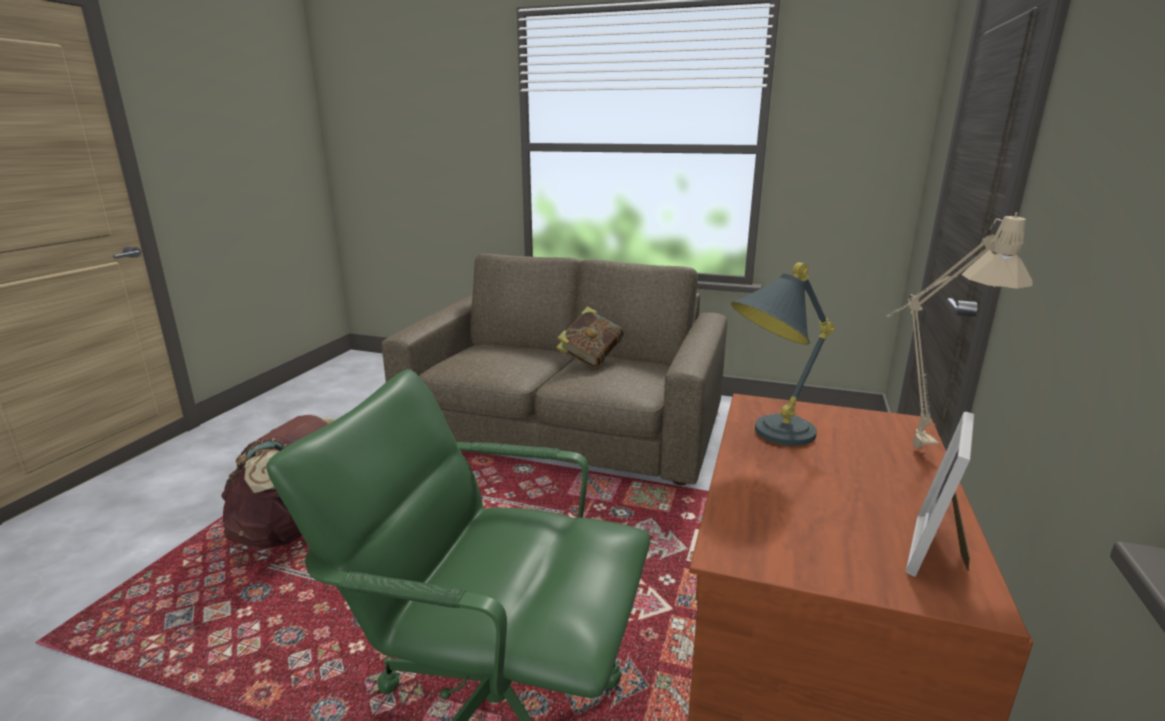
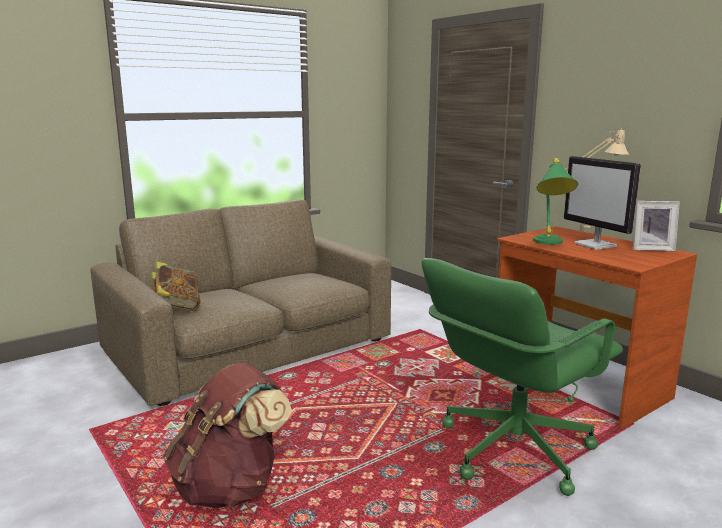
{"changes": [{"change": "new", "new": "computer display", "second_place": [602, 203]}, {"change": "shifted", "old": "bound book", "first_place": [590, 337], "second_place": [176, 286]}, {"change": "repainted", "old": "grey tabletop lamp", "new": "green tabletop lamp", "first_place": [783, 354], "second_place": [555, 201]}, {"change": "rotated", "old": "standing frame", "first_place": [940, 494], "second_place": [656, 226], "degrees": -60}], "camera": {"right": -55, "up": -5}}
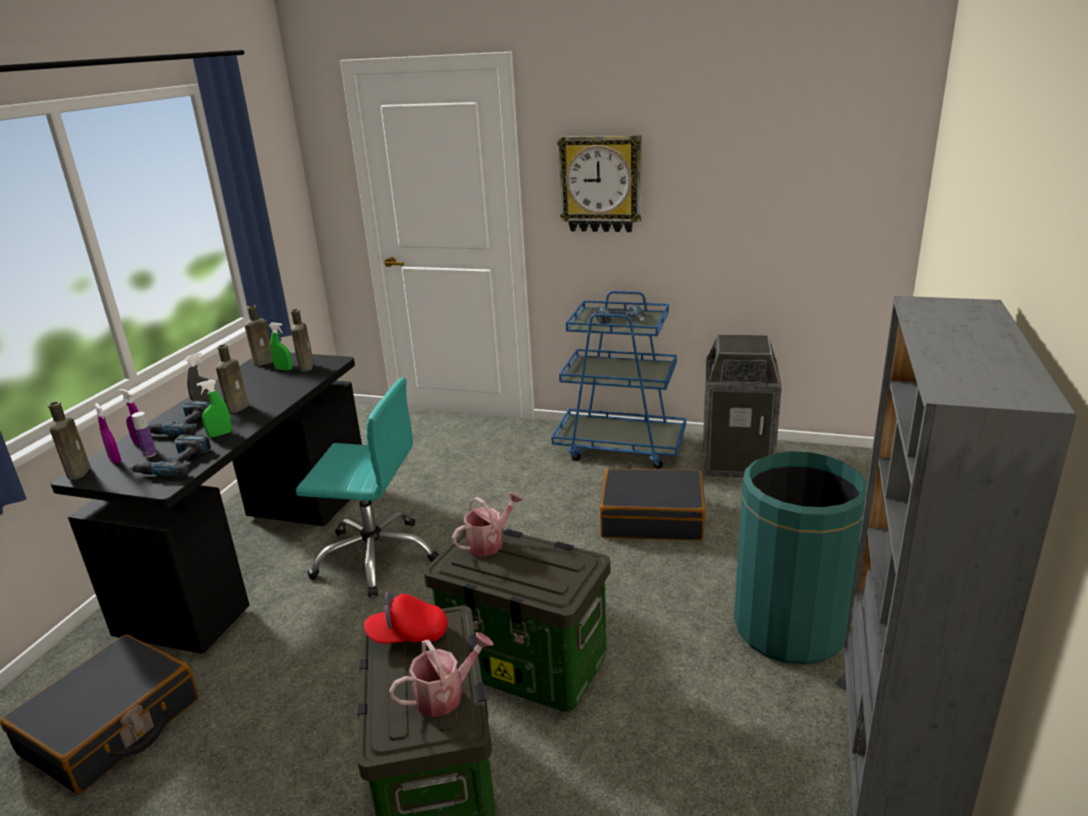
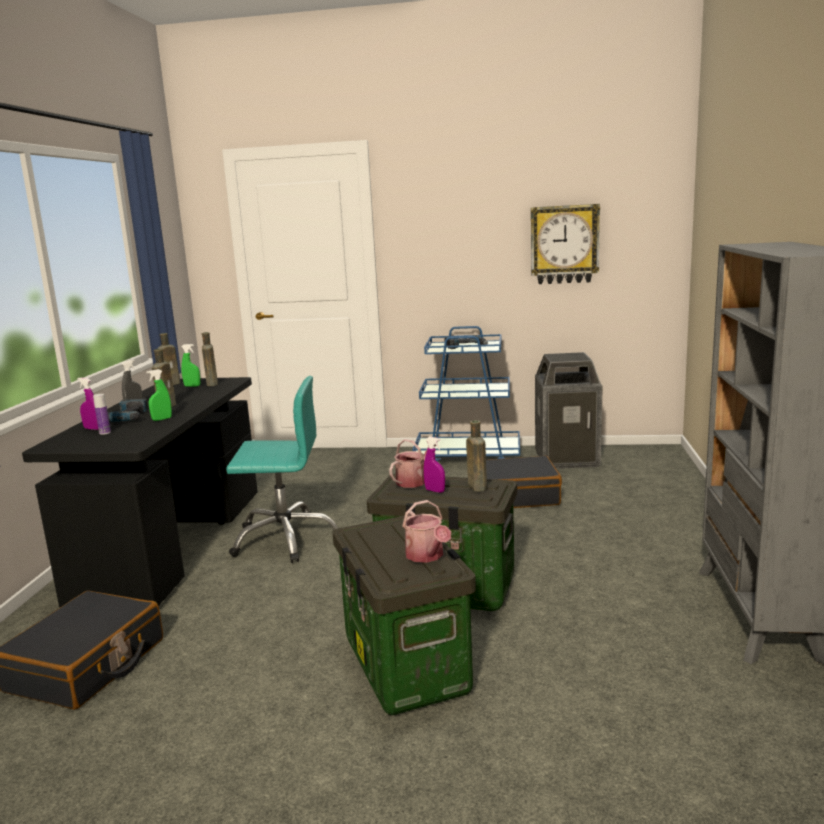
{"changes": [{"change": "gone", "old": "drill", "first_place": [170, 455]}, {"change": "gone", "old": "reddish baseball cap", "first_place": [405, 618]}, {"change": "gone", "old": "green trash can", "first_place": [800, 558]}, {"change": "shifted", "old": "brown-coloured drink bottle", "first_place": [69, 440], "second_place": [476, 456]}, {"change": "shifted", "old": "purple hand sprayer", "first_place": [107, 433], "second_place": [434, 465]}, {"change": "shifted", "old": "clock on the wall", "first_place": [599, 183], "second_place": [565, 244]}, {"change": "rotated", "old": "watering can", "first_place": [441, 674], "second_place": [426, 531], "degrees": 105}], "camera": {"right": -10, "up": -10}}
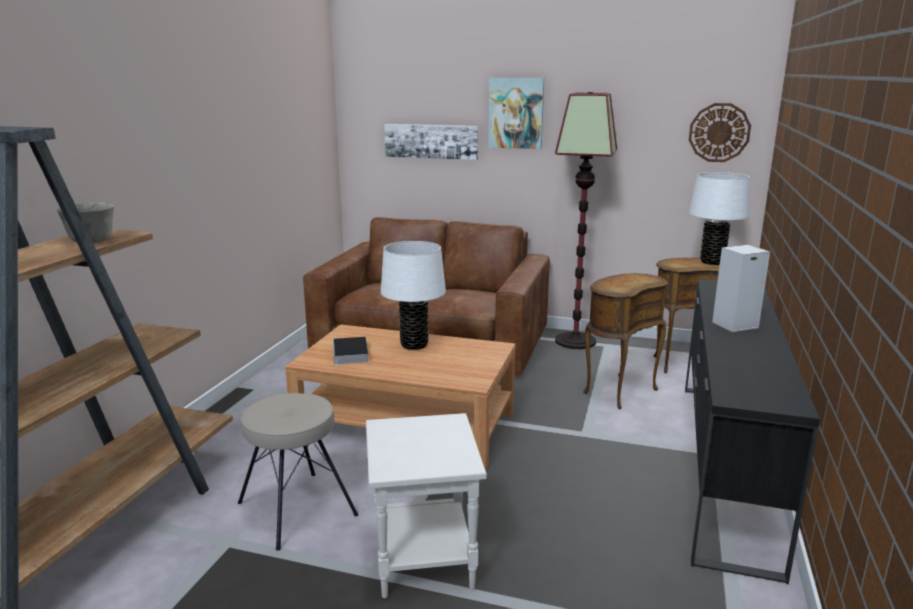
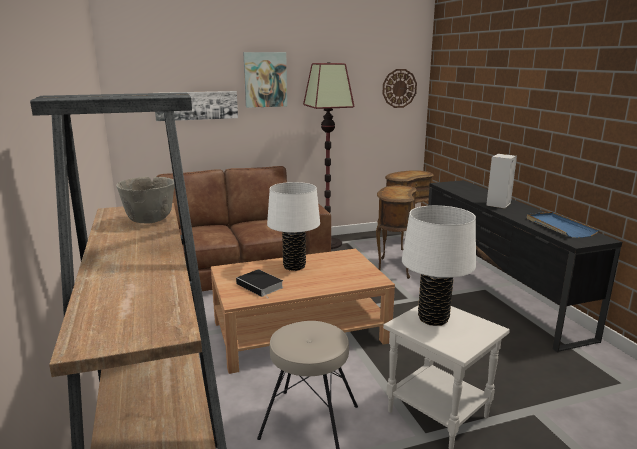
{"changes": [{"change": "new", "new": "bluish serving tray", "second_place": [563, 225]}, {"change": "shifted", "old": "whitish tabletop lamp", "first_place": [719, 218], "second_place": [439, 265]}], "camera": {"right": -35, "up": 0}}
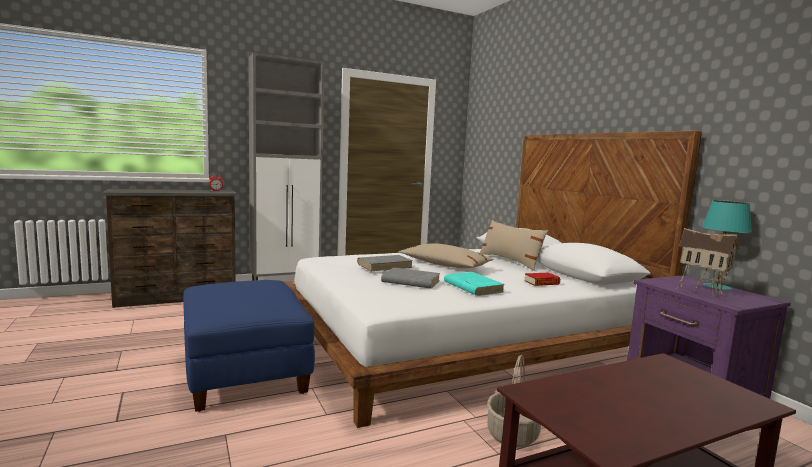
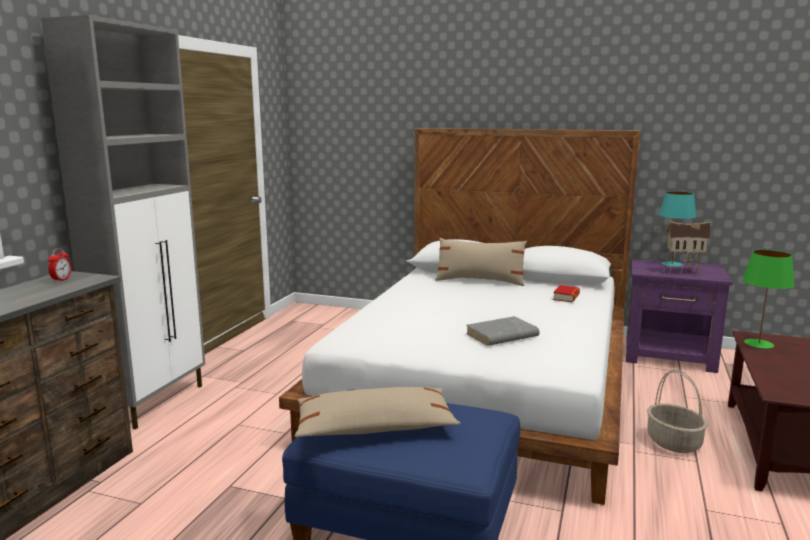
{"changes": [{"change": "gone", "old": "grey bound book", "first_place": [385, 263]}, {"change": "gone", "old": "turquoise bound book", "first_place": [474, 284]}, {"change": "new", "new": "green tabletop lamp", "second_place": [768, 299]}, {"change": "shifted", "old": "sand-coloured cushion", "first_place": [446, 255], "second_place": [378, 412]}], "camera": {"right": -45, "up": 5}}
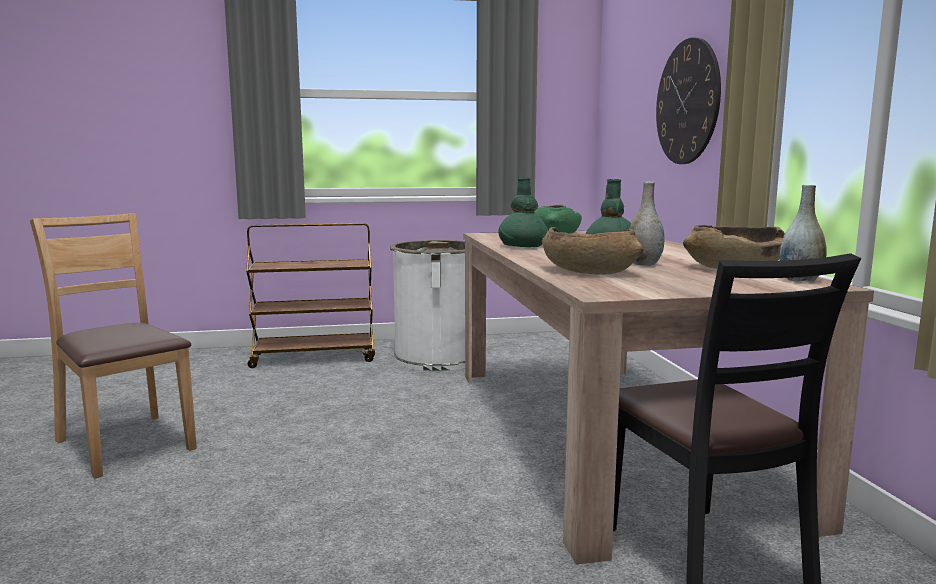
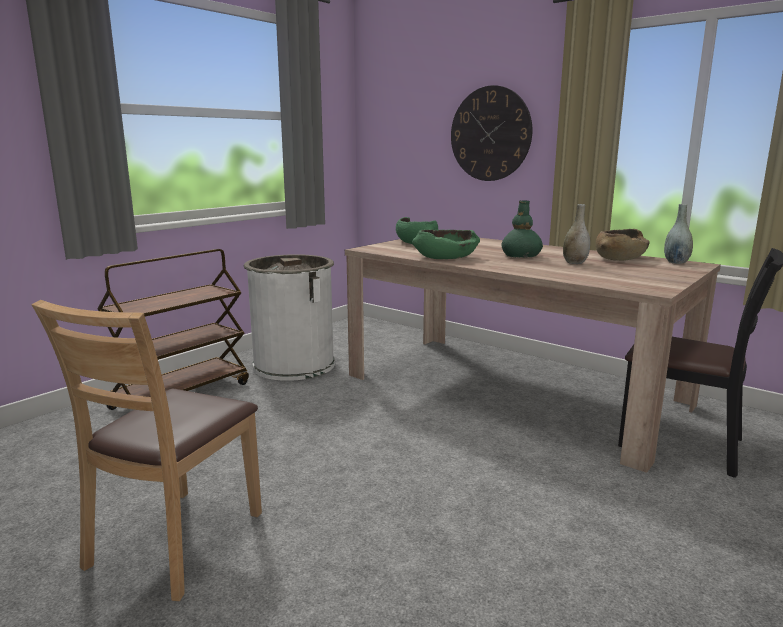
{"changes": [{"change": "gone", "old": "brown-coloured serving bowl", "first_place": [593, 251]}, {"change": "swapped", "old": "green vase", "new": "green serving bowl", "first_place": [523, 212], "second_place": [446, 244]}, {"change": "rotated", "old": "brown-coloured upright chair", "first_place": [113, 345], "second_place": [147, 450], "degrees": -75}], "camera": {"right": -40, "up": 5}}
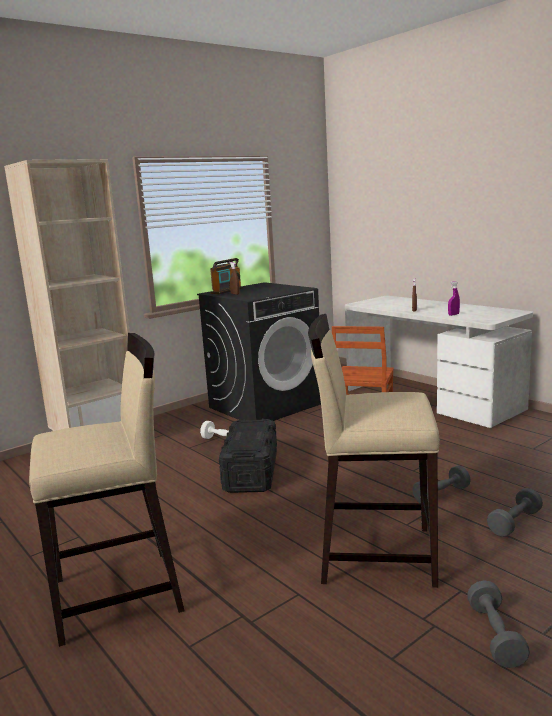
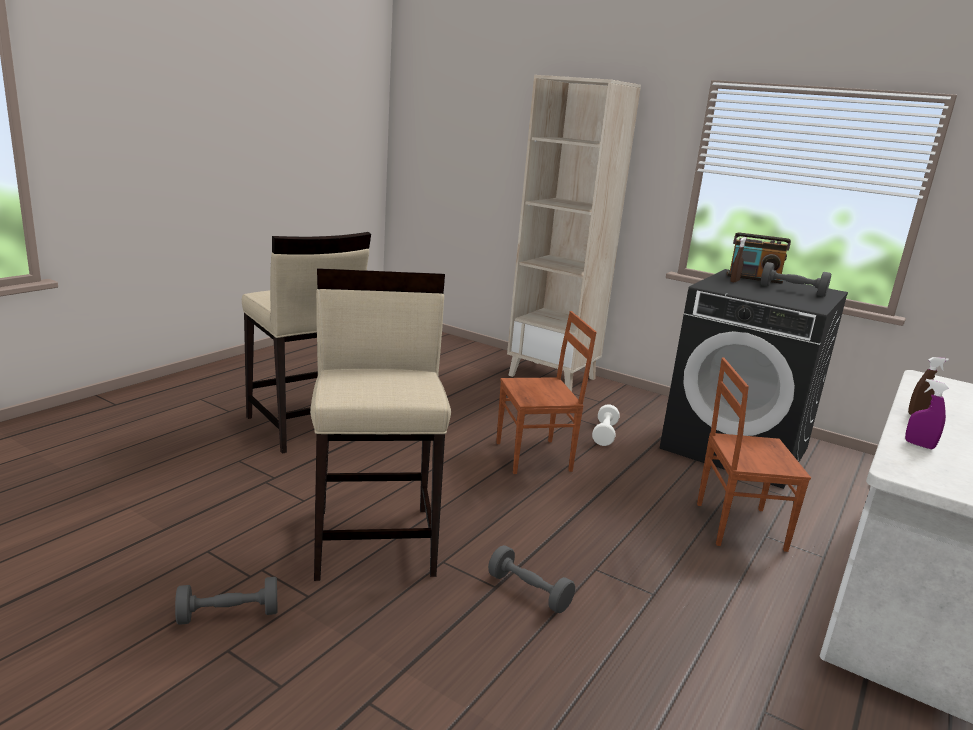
{"changes": [{"change": "shifted", "old": "grey hand weight", "first_place": [515, 512], "second_place": [796, 279]}, {"change": "swapped", "old": "black storage bin", "new": "brown-coloured upright chair", "first_place": [248, 455], "second_place": [546, 392]}], "camera": {"right": 70, "up": 5}}
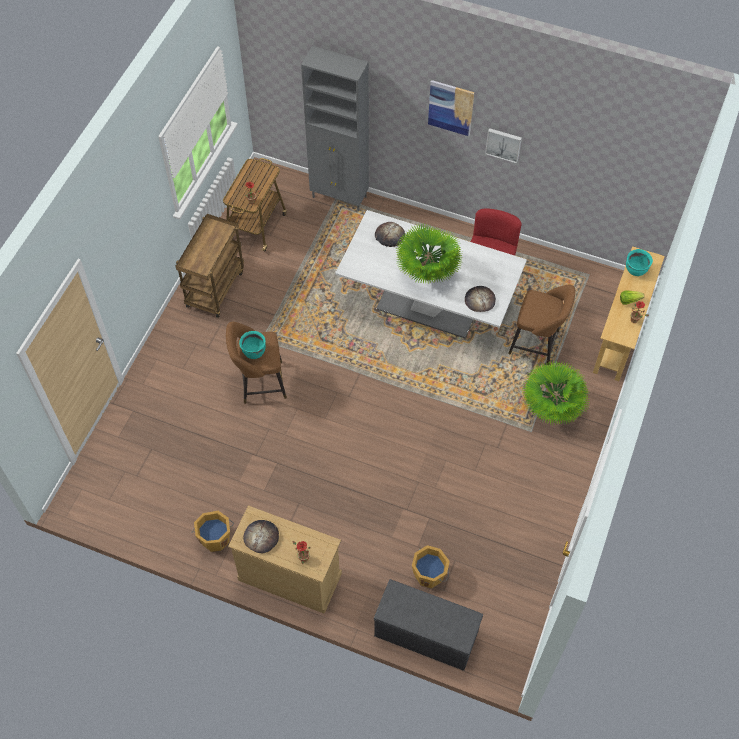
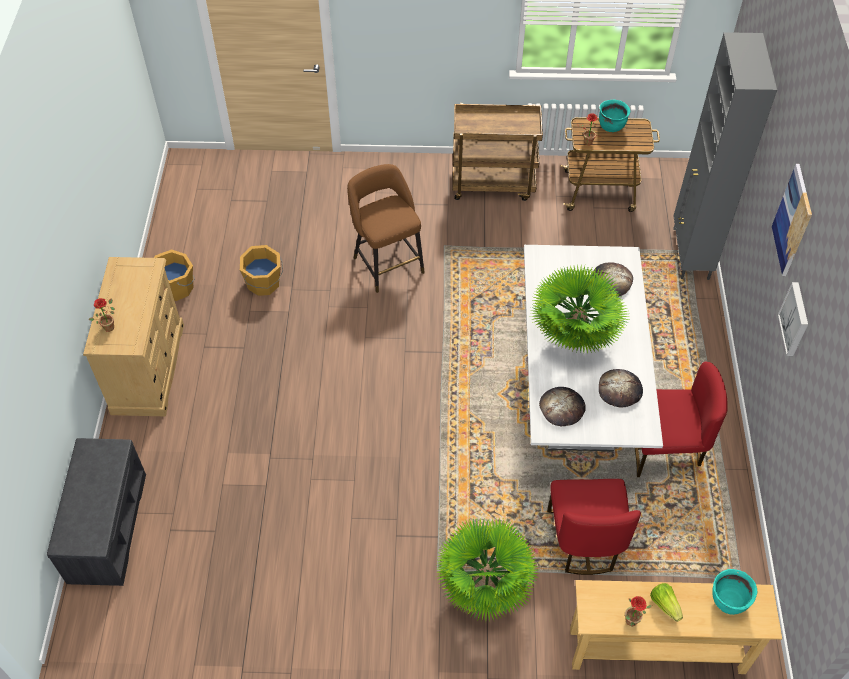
{"changes": [{"change": "shifted", "old": "turquoise stockpot", "first_place": [252, 345], "second_place": [614, 116]}, {"change": "shifted", "old": "baked bread", "first_place": [261, 536], "second_place": [621, 388]}, {"change": "shifted", "old": "orange water bucket", "first_place": [431, 566], "second_place": [261, 270]}, {"change": "swapped", "old": "brown-coloured stool seat", "new": "reddish upright chair", "first_place": [541, 325], "second_place": [594, 527]}], "camera": {"right": 70, "up": -5}}
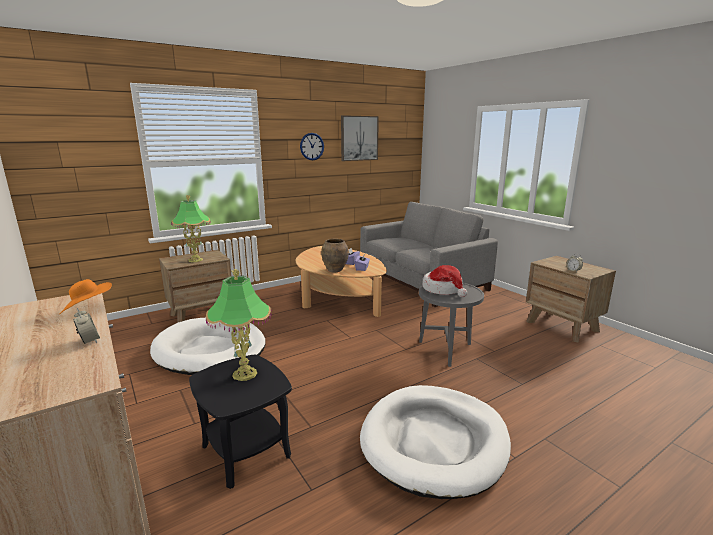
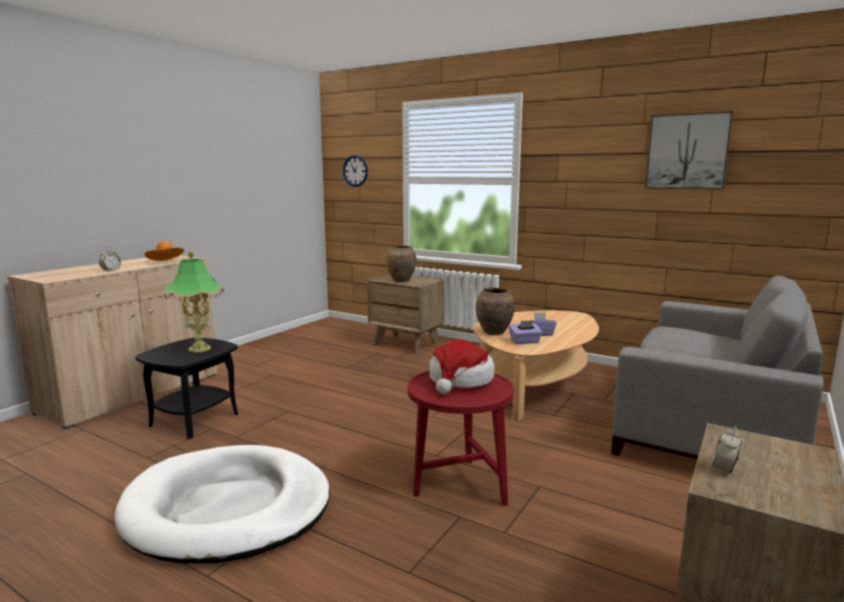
{"changes": [{"change": "gone", "old": "whitish dog cushion", "first_place": [208, 346]}, {"change": "shifted", "old": "clock on the wall", "first_place": [312, 146], "second_place": [355, 171]}, {"change": "swapped", "old": "tabletop lamp", "new": "brown-coloured vase", "first_place": [191, 228], "second_place": [401, 264]}, {"change": "repainted", "old": "grey side table", "new": "reddish side table", "first_place": [451, 325], "second_place": [460, 438]}], "camera": {"right": 65, "up": -5}}
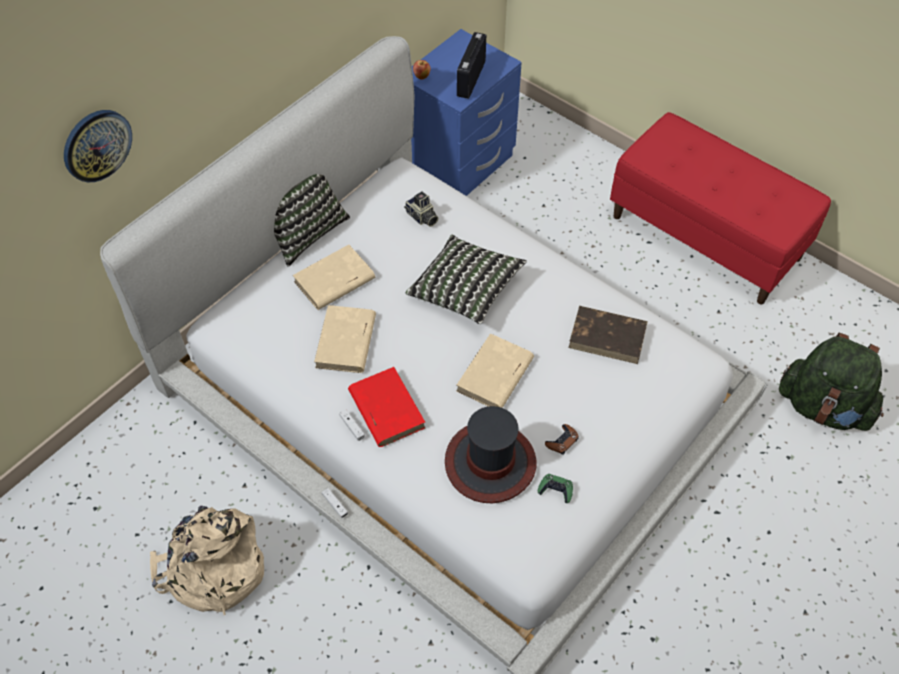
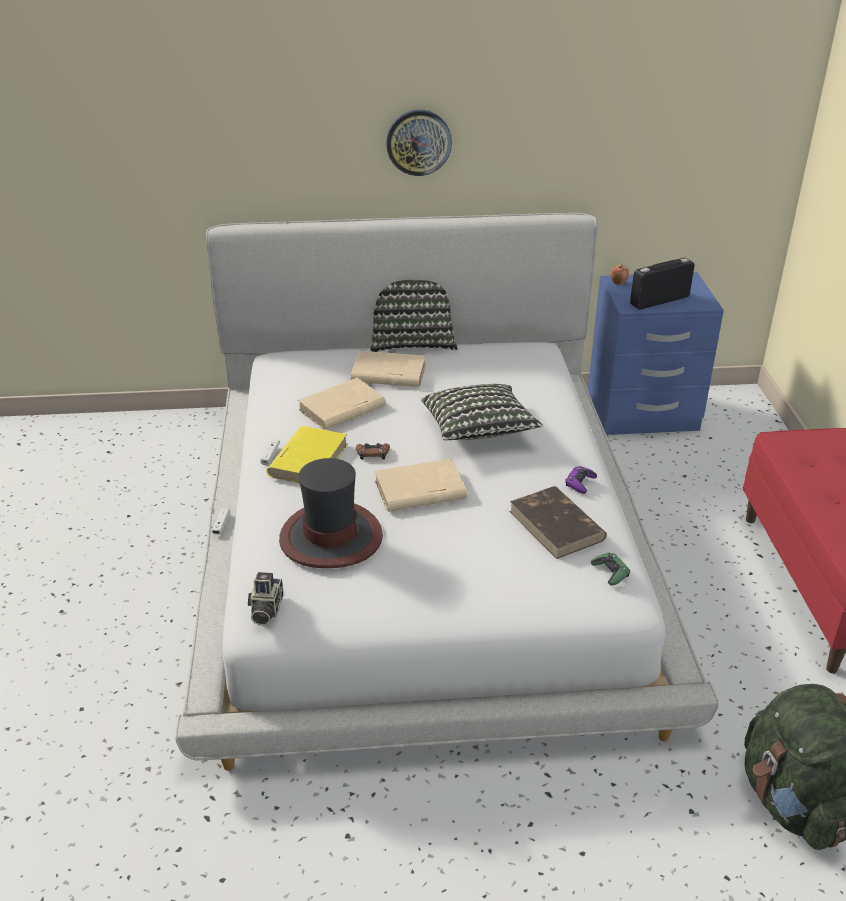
{"changes": [{"change": "gone", "old": "sand-coloured rucksack", "first_place": [207, 560]}, {"change": "new", "new": "purple joypad", "second_place": [581, 480]}, {"change": "shifted", "old": "clock on the wall", "first_place": [98, 146], "second_place": [419, 143]}, {"change": "shifted", "old": "still camera", "first_place": [421, 209], "second_place": [265, 599]}, {"change": "shifted", "old": "green joypad", "first_place": [555, 488], "second_place": [610, 569]}, {"change": "shifted", "old": "brown-coloured joypad", "first_place": [562, 439], "second_place": [373, 451]}, {"change": "repainted", "old": "reddish bound book", "new": "yellowish bound book", "first_place": [386, 407], "second_place": [306, 454]}], "camera": {"right": 45, "up": -20}}
